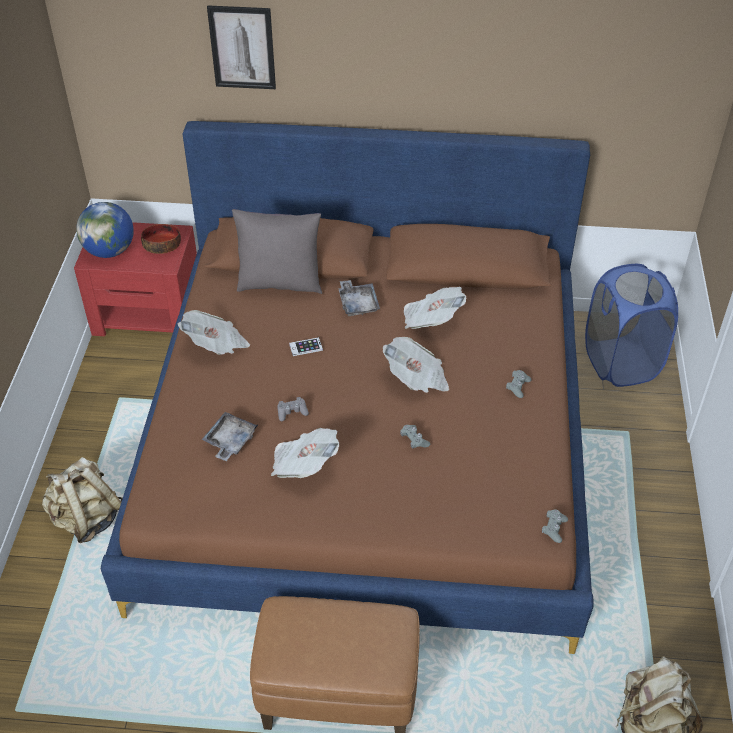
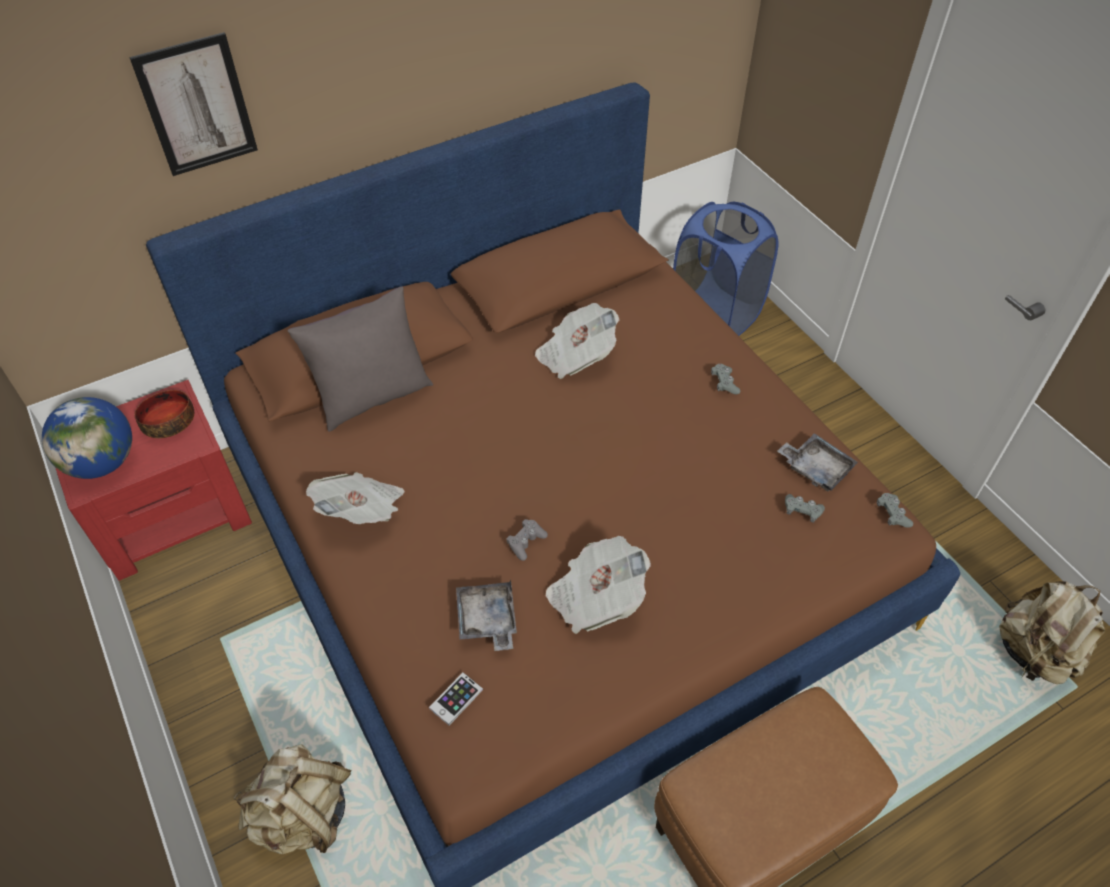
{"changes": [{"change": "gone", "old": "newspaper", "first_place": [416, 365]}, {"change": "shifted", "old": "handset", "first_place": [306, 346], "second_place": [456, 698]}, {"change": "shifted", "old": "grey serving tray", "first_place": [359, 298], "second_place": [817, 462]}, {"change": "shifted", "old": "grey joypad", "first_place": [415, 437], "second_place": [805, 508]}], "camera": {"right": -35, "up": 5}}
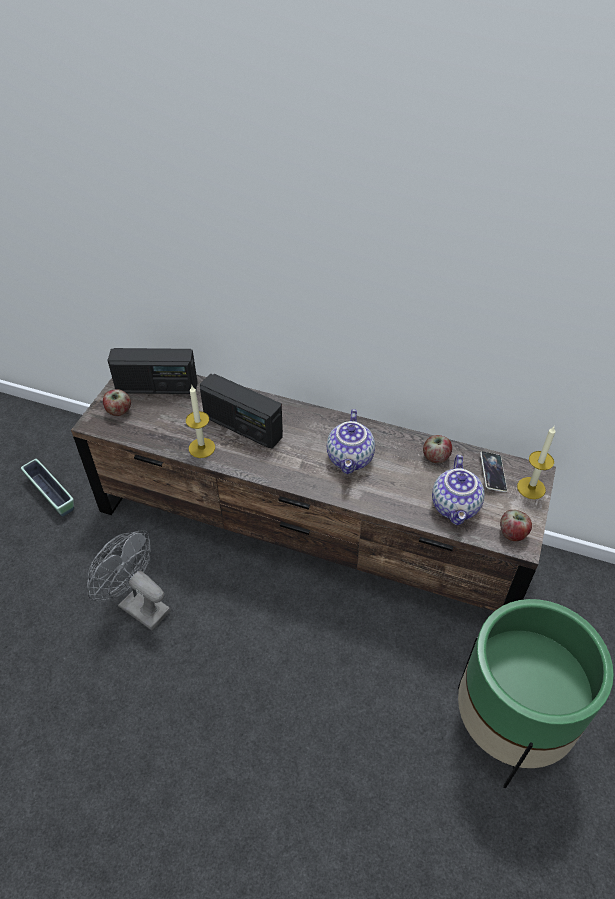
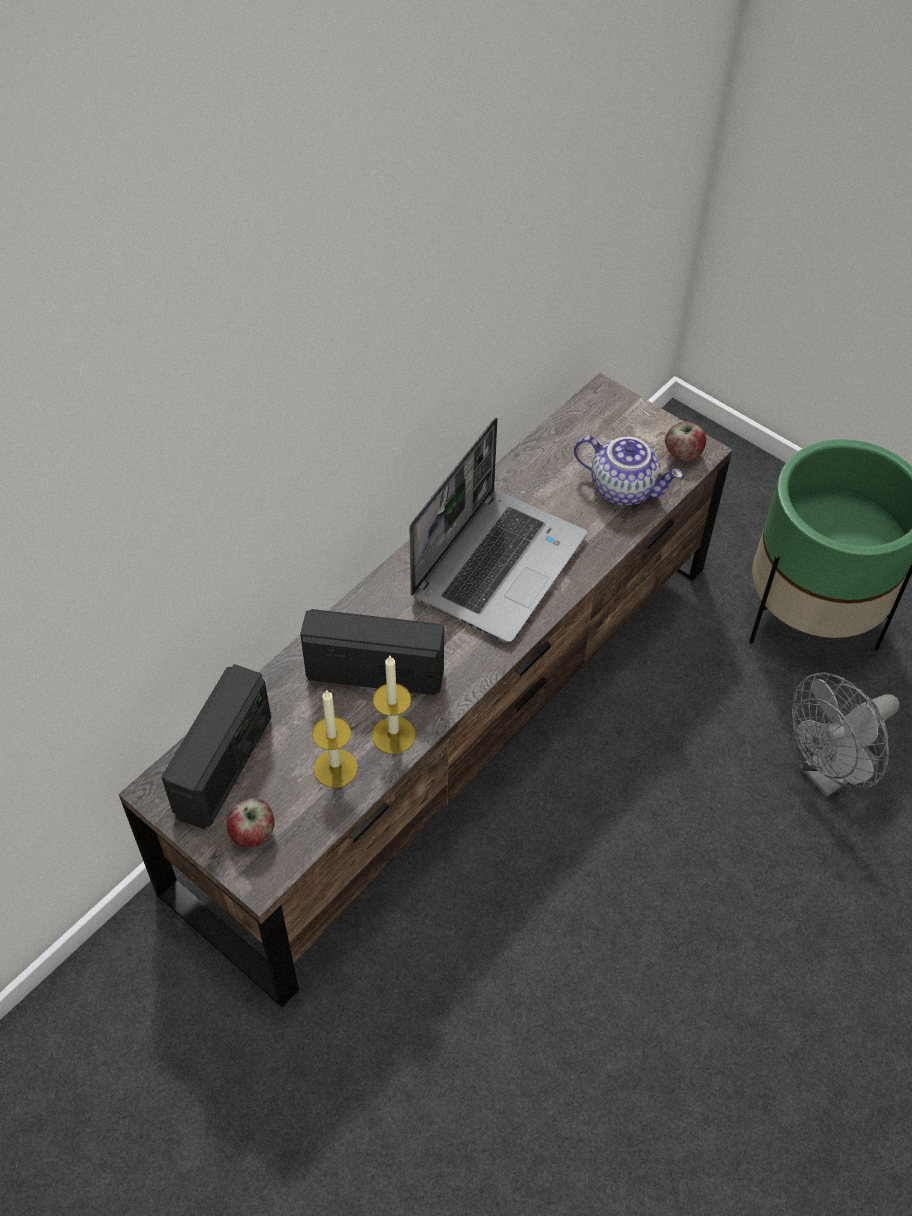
{"changes": [{"change": "gone", "old": "flower pot", "first_place": [47, 488]}, {"change": "gone", "old": "apple", "first_place": [437, 449]}, {"change": "gone", "old": "handset", "first_place": [493, 471]}, {"change": "shifted", "old": "grey cooling fan", "first_place": [129, 580], "second_place": [846, 734]}, {"change": "shifted", "old": "wax candle", "first_place": [536, 462], "second_place": [335, 738]}, {"change": "swapped", "old": "pot for tea", "new": "notebook computer", "first_place": [351, 441], "second_place": [498, 530]}, {"change": "rotated", "old": "radio set", "first_place": [241, 411], "second_place": [372, 652], "degrees": -135}], "camera": {"right": -70, "up": 5}}
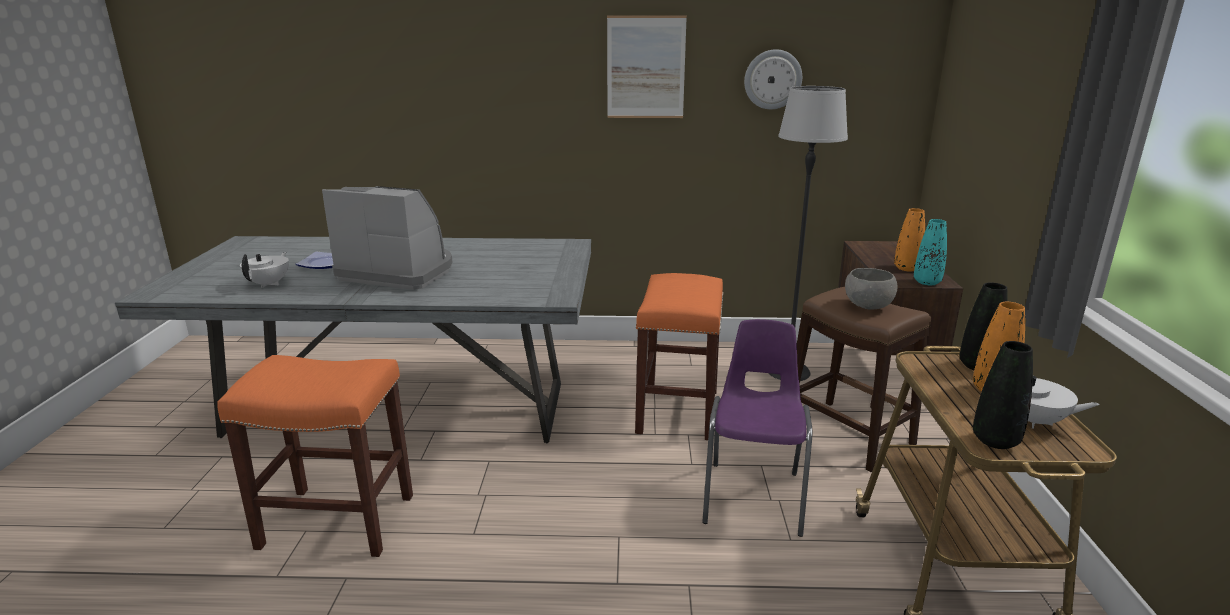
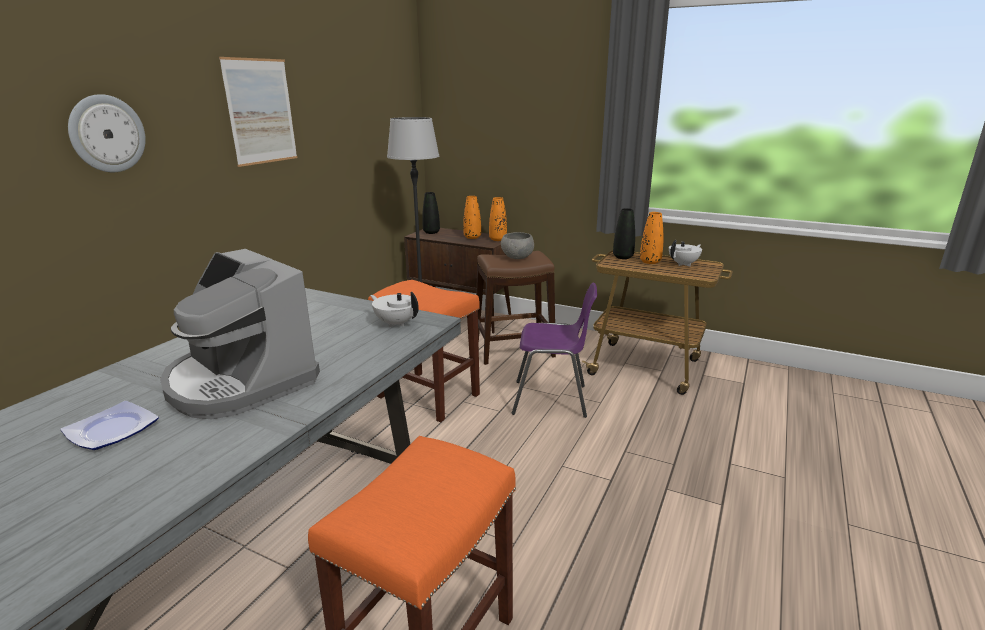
{"changes": [{"change": "shifted", "old": "whitish pot for tea", "first_place": [264, 270], "second_place": [394, 310]}, {"change": "shifted", "old": "clock on the wall", "first_place": [773, 79], "second_place": [107, 133]}, {"change": "shifted", "old": "black vase", "first_place": [1003, 395], "second_place": [431, 213]}, {"change": "repainted", "old": "turquoise vase", "new": "orange vase", "first_place": [930, 252], "second_place": [498, 219]}, {"change": "rotated", "old": "coffee machine", "first_place": [387, 238], "second_place": [240, 334], "degrees": -90}, {"change": "rotated", "old": "purple upright chair", "first_place": [757, 428], "second_place": [554, 350], "degrees": 150}], "camera": {"right": -65, "up": 0}}
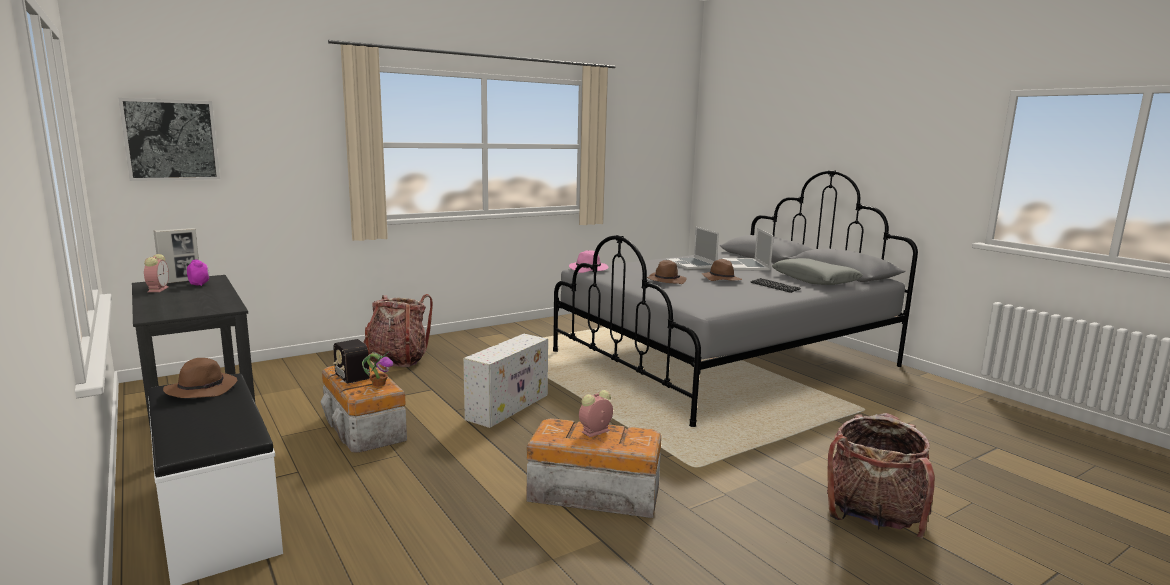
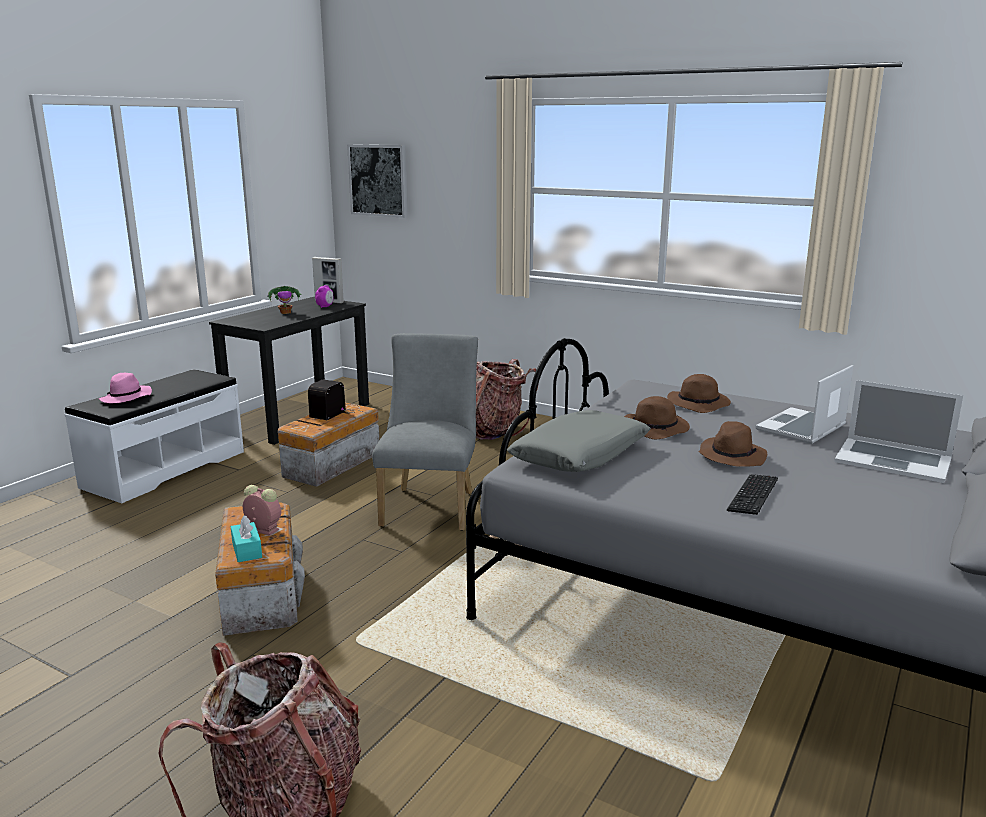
{"changes": [{"change": "gone", "old": "alarm clock", "first_place": [156, 273]}, {"change": "new", "new": "turquoise tissue box", "second_place": [246, 538]}, {"change": "shifted", "old": "brown-coloured hat", "first_place": [200, 378], "second_place": [699, 393]}, {"change": "shifted", "old": "potted plant", "first_place": [377, 368], "second_place": [284, 300]}, {"change": "shifted", "old": "pink-coloured hat", "first_place": [588, 261], "second_place": [125, 388]}, {"change": "shifted", "old": "grey cushion", "first_place": [817, 271], "second_place": [579, 441]}, {"change": "swapped", "old": "whitish storage bin", "new": "grey upright chair", "first_place": [505, 381], "second_place": [425, 432]}, {"change": "rotated", "old": "notebook computer", "first_place": [748, 249], "second_place": [898, 431], "degrees": -120}], "camera": {"right": 65, "up": 5}}
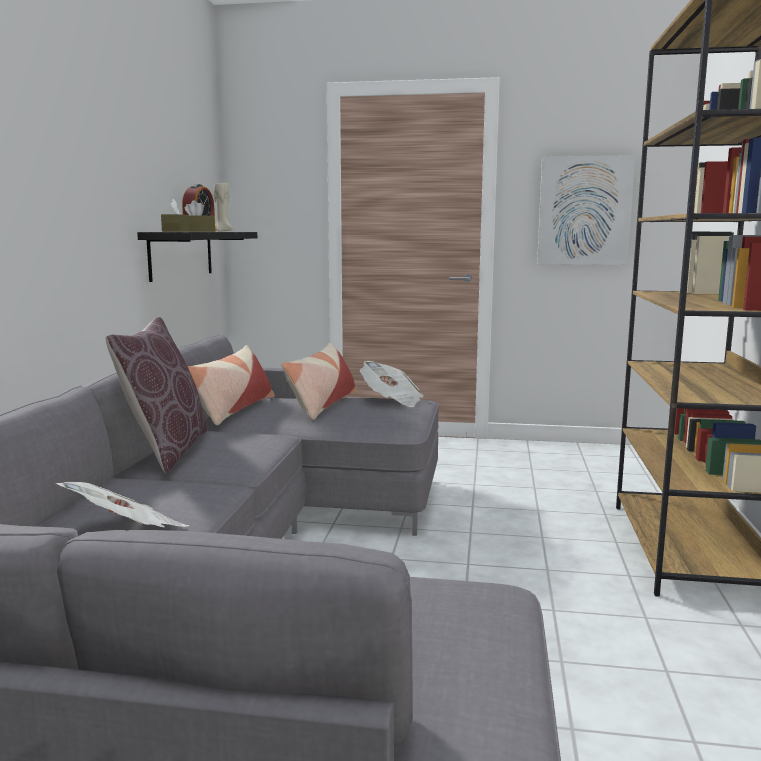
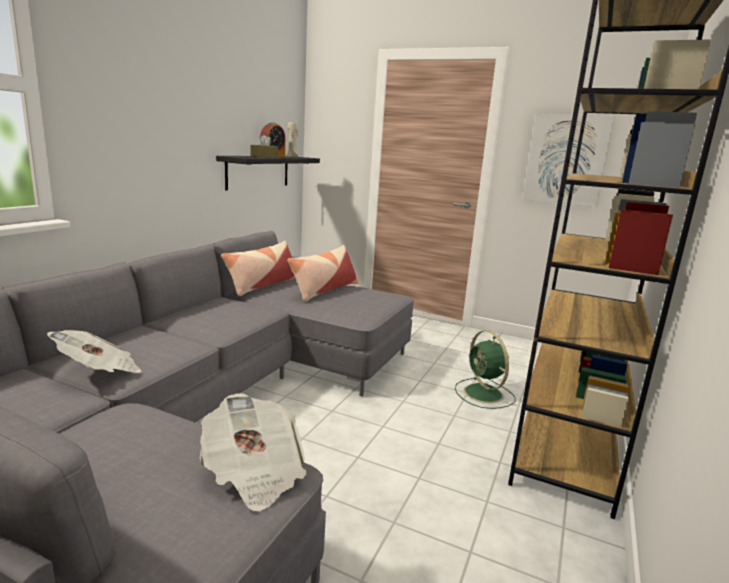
{"changes": [{"change": "gone", "old": "brown-coloured cushion", "first_place": [157, 395]}, {"change": "gone", "old": "brown-coloured tissue box", "first_place": [176, 215]}, {"change": "new", "new": "green cooling fan", "second_place": [485, 369]}, {"change": "shifted", "old": "newspaper", "first_place": [392, 384], "second_place": [253, 452]}], "camera": {"right": 15, "up": 5}}
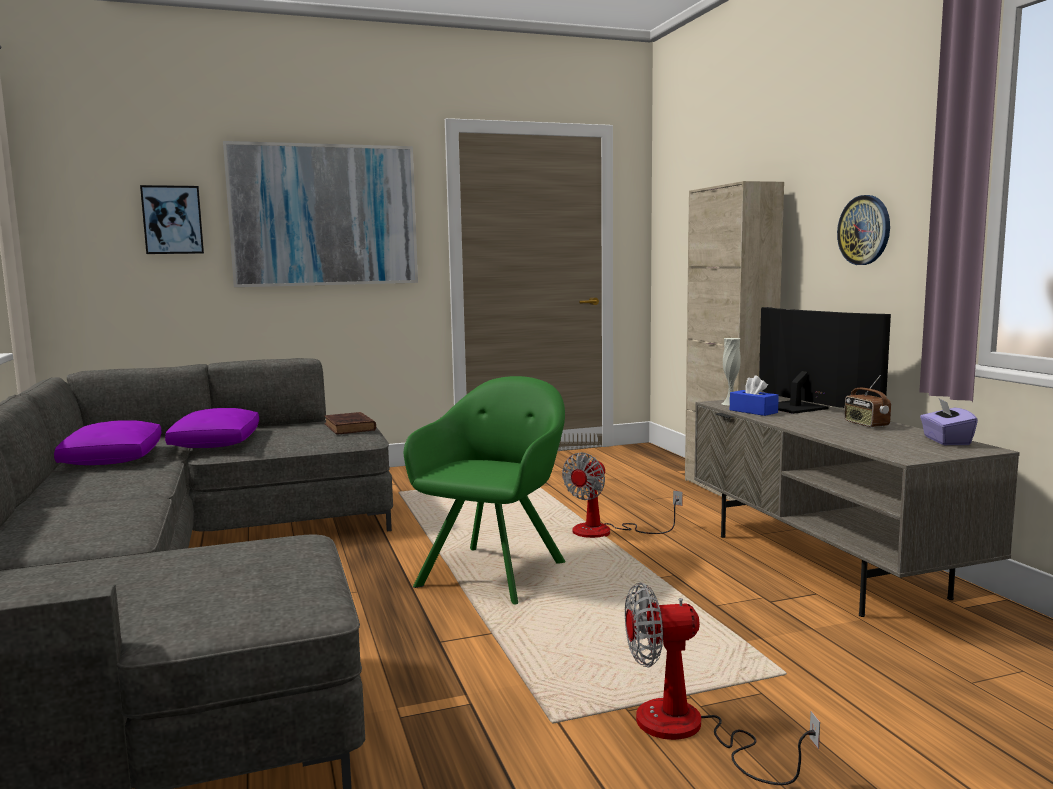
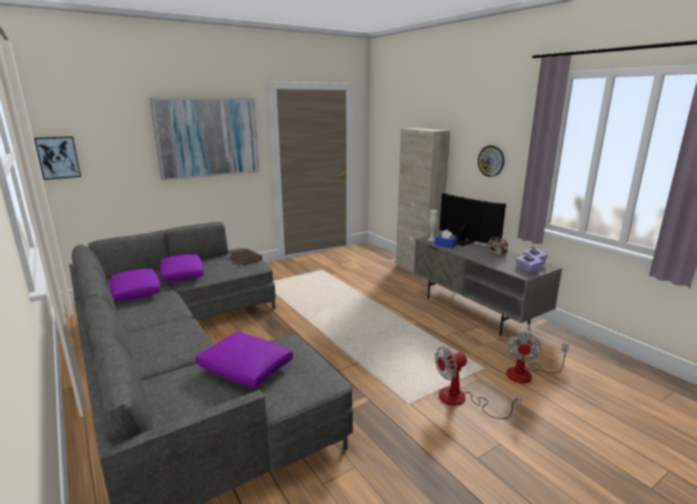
{"changes": [{"change": "gone", "old": "green armchair", "first_place": [485, 490]}, {"change": "new", "new": "purple cushion", "second_place": [244, 360]}, {"change": "new", "new": "purple tissue box", "second_place": [529, 262]}, {"change": "shifted", "old": "wall picture", "first_place": [172, 219], "second_place": [57, 158]}, {"change": "shifted", "old": "cooling fan", "first_place": [622, 495], "second_place": [537, 357]}], "camera": {"right": -15, "up": 10}}
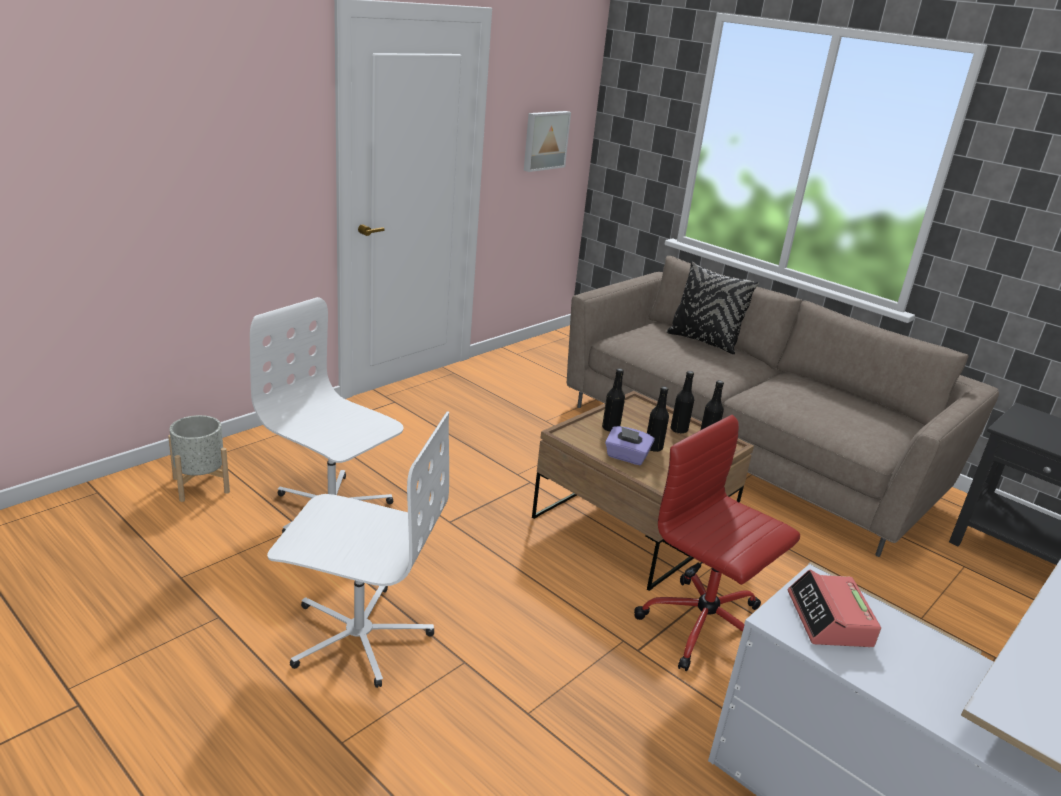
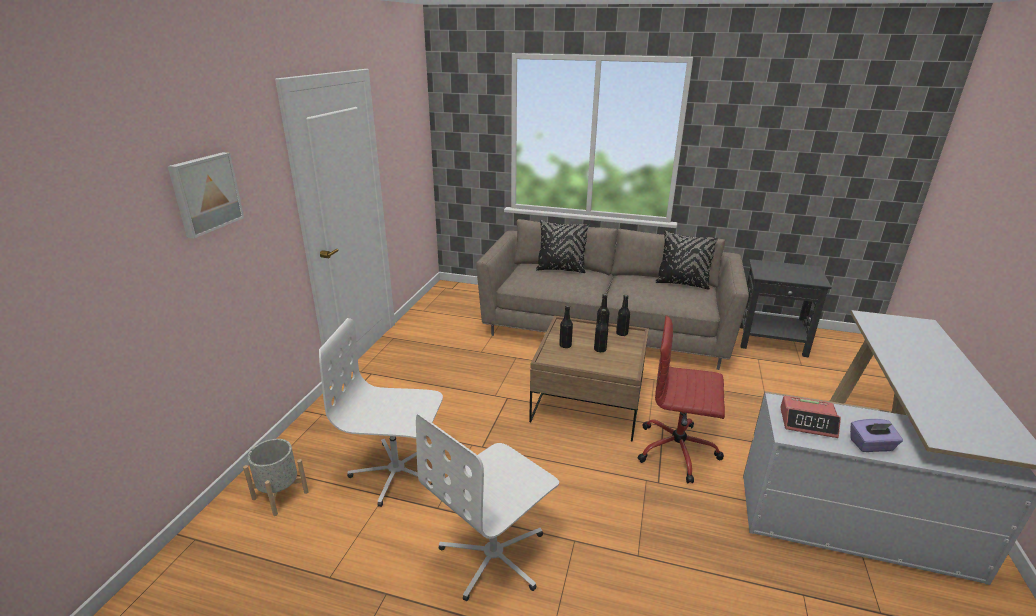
{"changes": [{"change": "new", "new": "black cushion", "second_place": [686, 260]}, {"change": "shifted", "old": "wall picture", "first_place": [547, 141], "second_place": [206, 195]}, {"change": "shifted", "old": "purple tissue box", "first_place": [630, 445], "second_place": [876, 435]}, {"change": "rotated", "old": "whitish office chair", "first_place": [358, 549], "second_place": [487, 507], "degrees": 150}, {"change": "rotated", "old": "alarm clock", "first_place": [834, 608], "second_place": [810, 417], "degrees": -45}], "camera": {"right": -25, "up": 0}}
